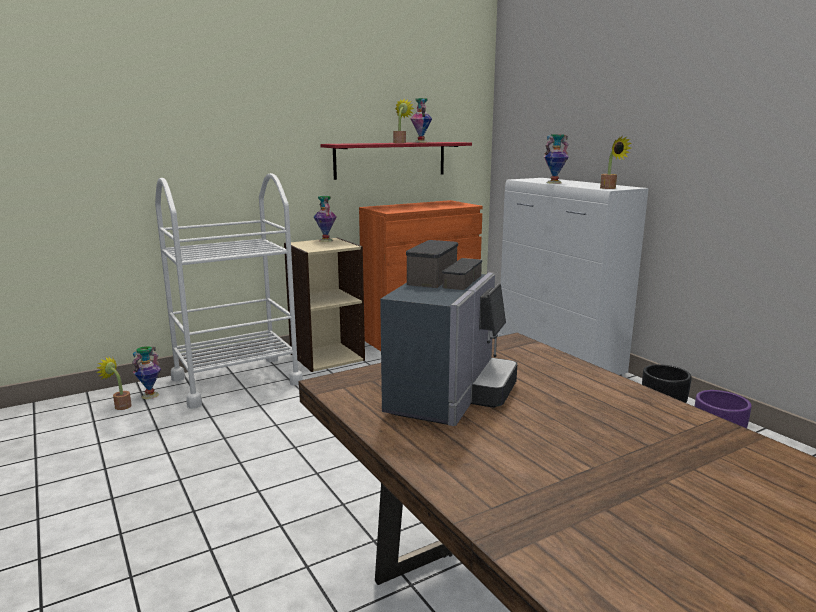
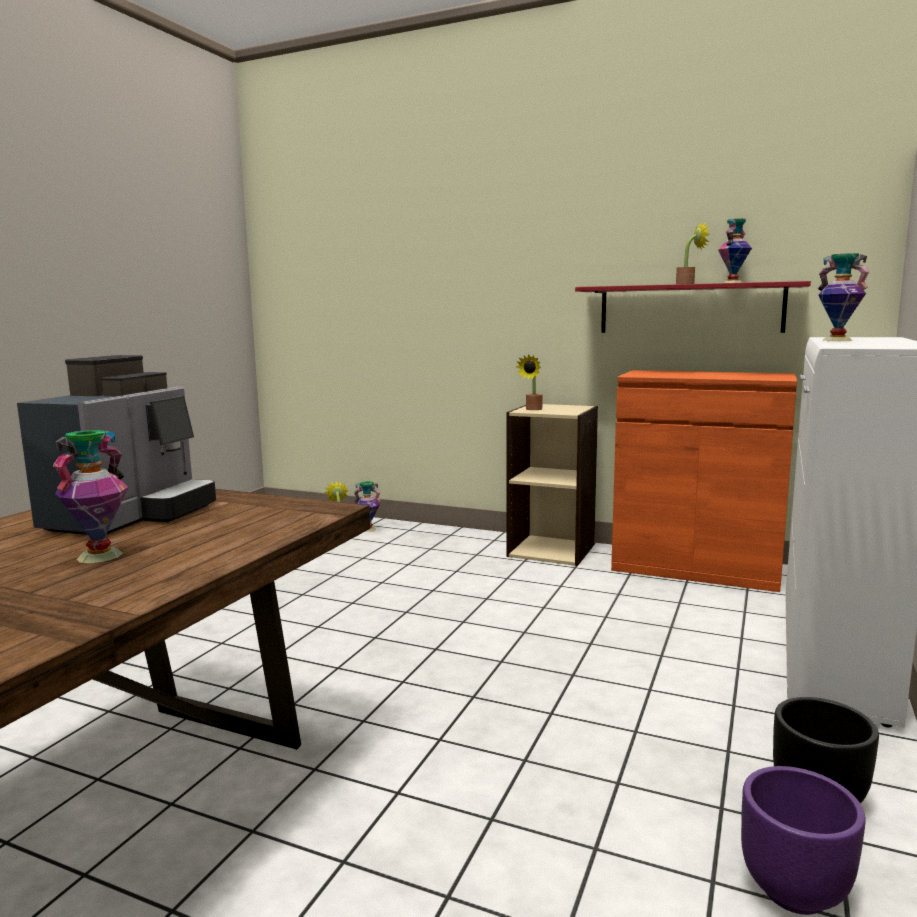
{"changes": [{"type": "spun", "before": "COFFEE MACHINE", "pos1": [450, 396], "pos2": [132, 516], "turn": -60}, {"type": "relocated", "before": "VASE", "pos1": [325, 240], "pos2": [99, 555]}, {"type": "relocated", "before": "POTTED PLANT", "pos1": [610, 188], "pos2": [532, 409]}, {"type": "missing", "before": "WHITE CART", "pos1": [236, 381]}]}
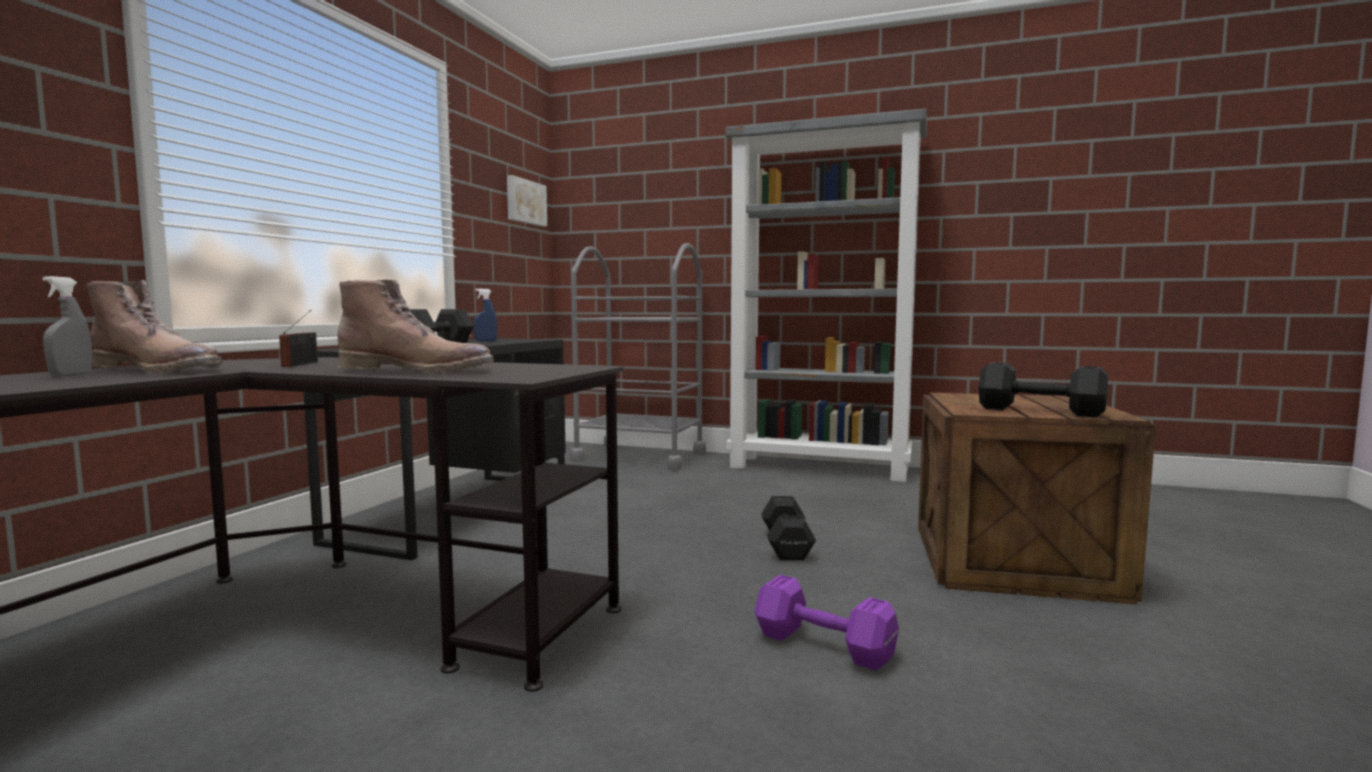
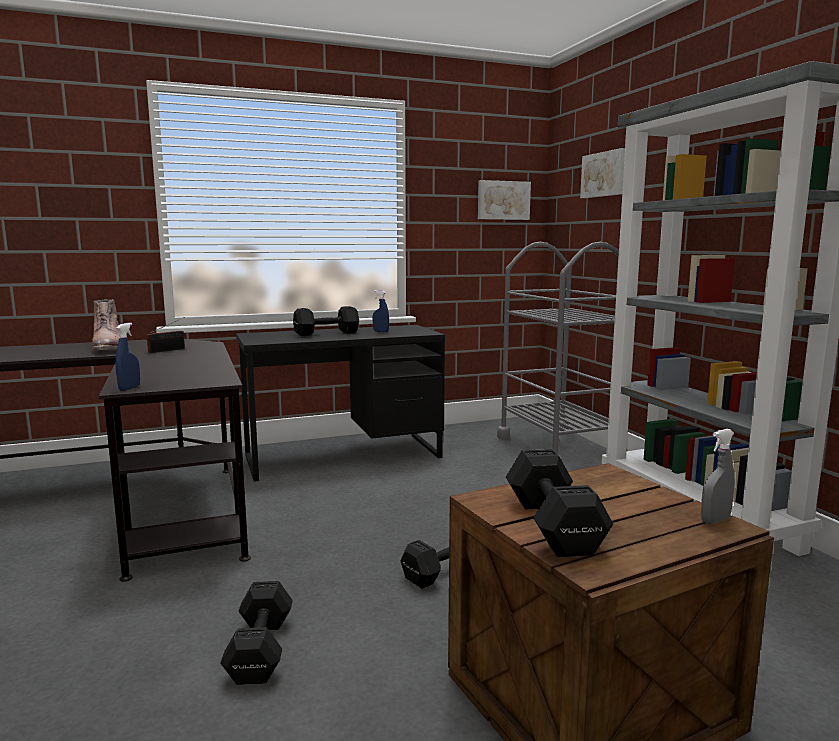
{"changes": [{"type": "appeared", "after": "BLUE SPRAY BOTTLE", "pos2": [129, 388]}, {"type": "colour", "before": "PURPLE DUMBBELL", "after": "BLACK DUMBBELL", "pos1": [826, 647], "pos2": [259, 651]}, {"type": "appeared", "after": "PICTURE", "pos2": [604, 174]}, {"type": "relocated", "before": "GREY SPRAY BOTTLE", "pos1": [71, 374], "pos2": [715, 520]}, {"type": "missing", "before": "BROWN BOOT", "pos1": [418, 370]}]}
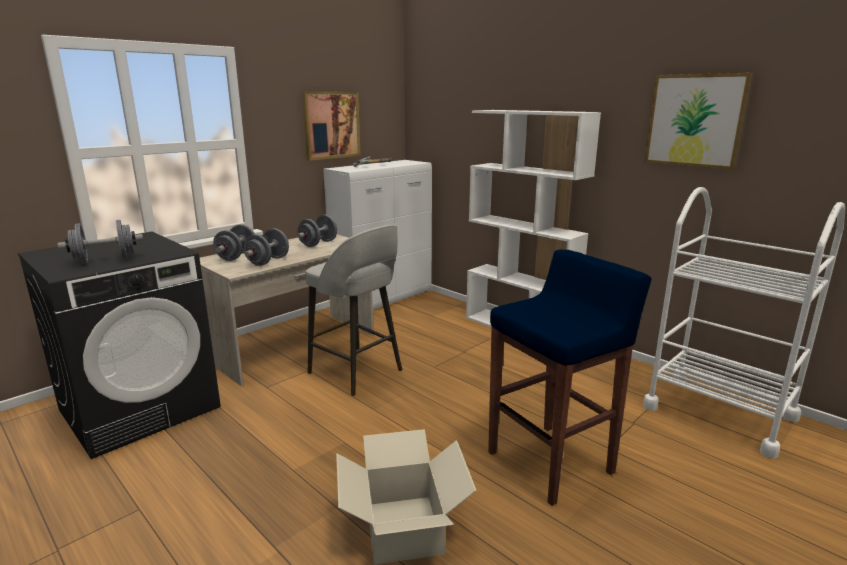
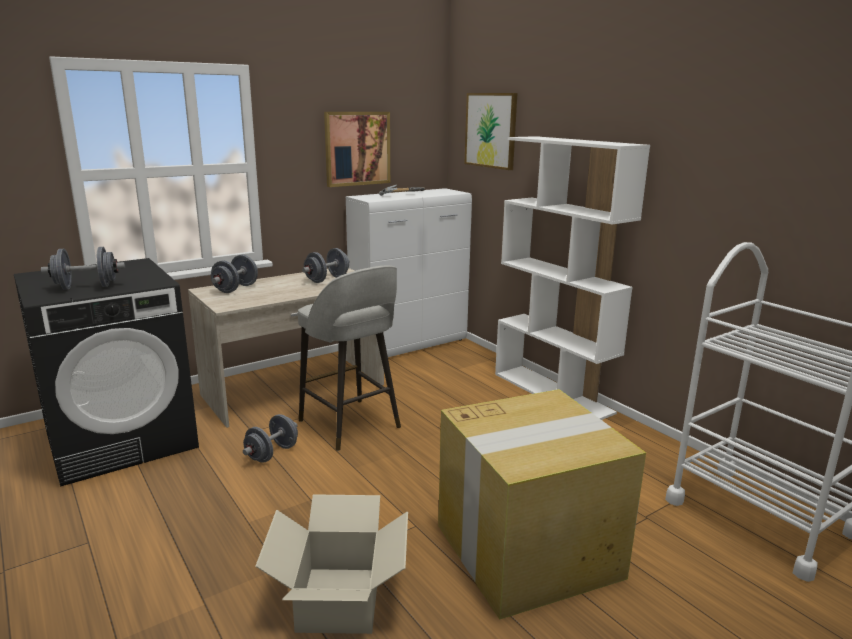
{"changes": [{"type": "relocated", "before": "GREY DUMBBELL", "pos1": [268, 261], "pos2": [272, 453]}, {"type": "exchanged", "before": "BLUE STOOL", "after": "CARDBOARD BOX", "pos1": [551, 462], "pos2": [529, 550]}, {"type": "relocated", "before": "PICTURE", "pos1": [695, 120], "pos2": [491, 130]}]}
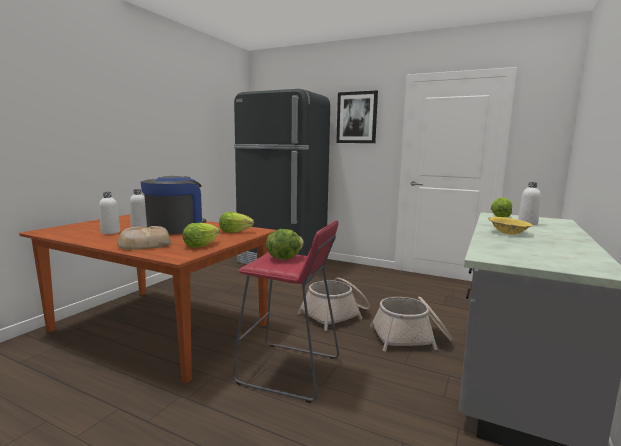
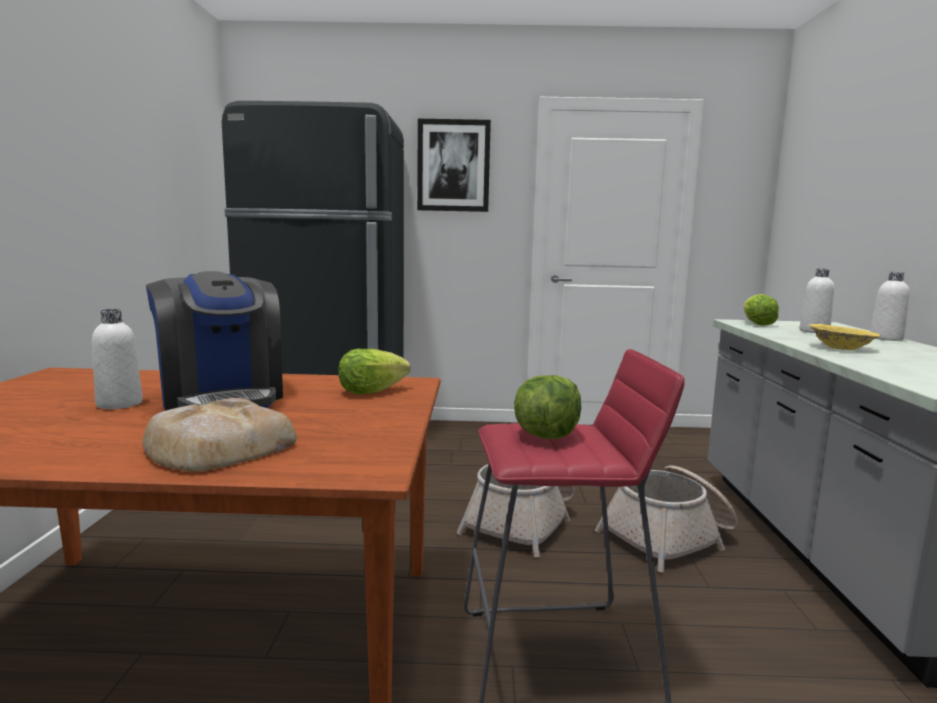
{"changes": [{"type": "spun", "before": "COFFEE MACHINE", "pos1": [176, 228], "pos2": [222, 397], "turn": 150}, {"type": "relocated", "before": "WHITE BOTTLE", "pos1": [110, 232], "pos2": [886, 338]}, {"type": "missing", "before": "LETTUCE", "pos1": [200, 246]}]}
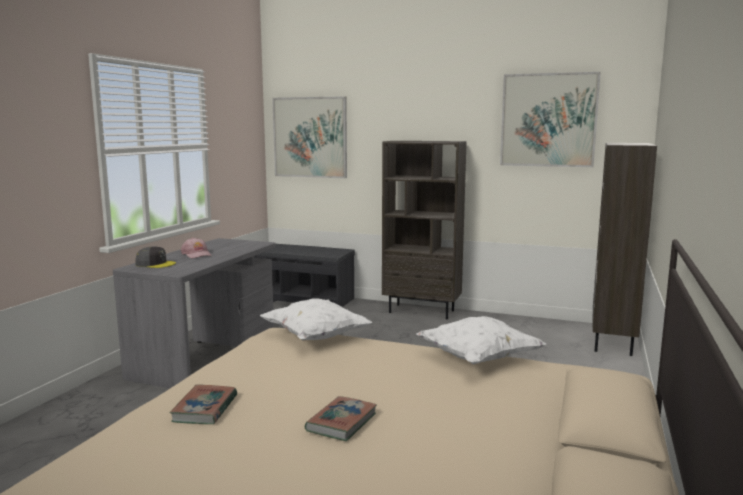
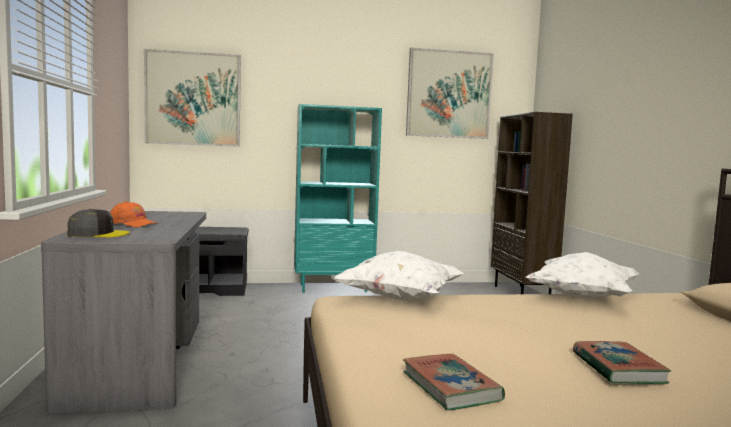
{"changes": [{"type": "colour", "before": "PINK CAP", "after": "ORANGE CAP", "pos1": [196, 254], "pos2": [133, 224]}, {"type": "colour", "before": "BROWN BOOKCASE", "after": "TURQUOISE BOOKCASE", "pos1": [422, 311], "pos2": [333, 288]}]}
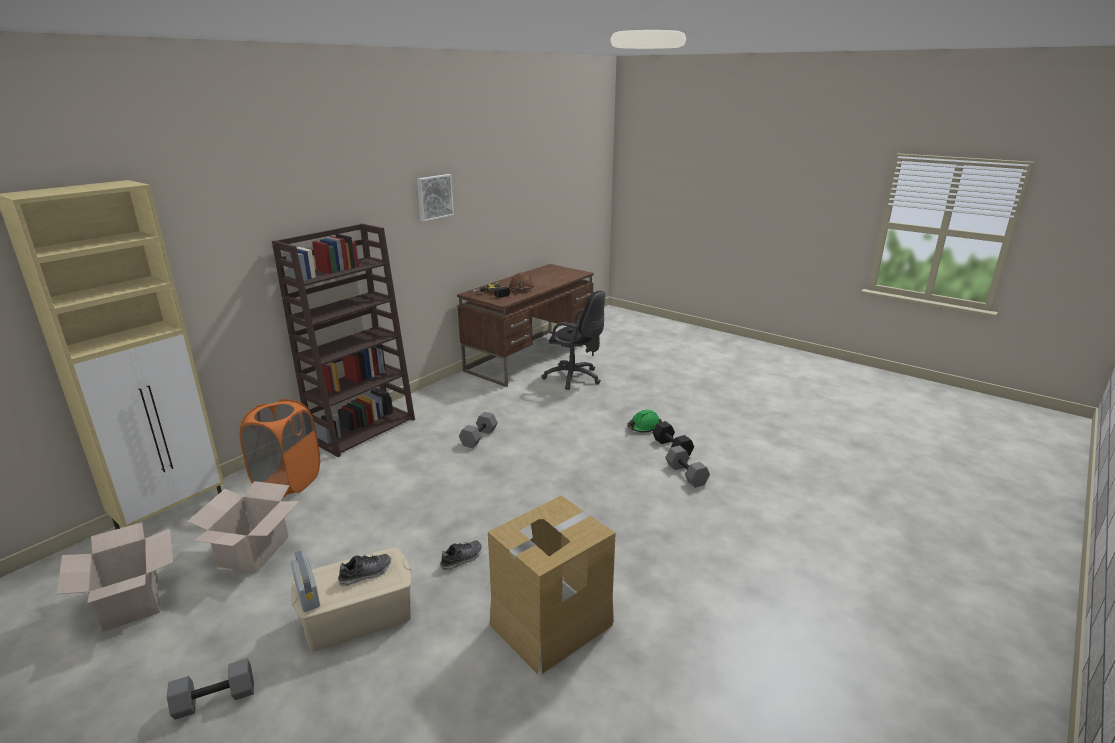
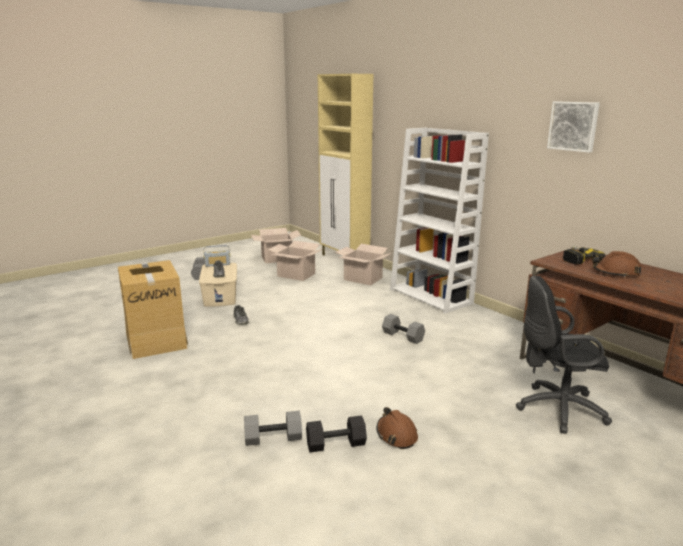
{"changes": [{"type": "exchanged", "before": "ORANGE LAUNDRY BASKET", "after": "CARDBOARD BOX", "pos1": [288, 482], "pos2": [363, 279]}, {"type": "colour", "before": "GREEN HARD HAT", "after": "BROWN HARD HAT", "pos1": [643, 427], "pos2": [396, 435]}, {"type": "colour", "before": "BROWN BOOKCASE", "after": "WHITE BOOKCASE", "pos1": [363, 429], "pos2": [431, 296]}, {"type": "spun", "before": "BLACK OFFICE CHAIR", "pos1": [575, 378], "pos2": [555, 409], "turn": 45}]}
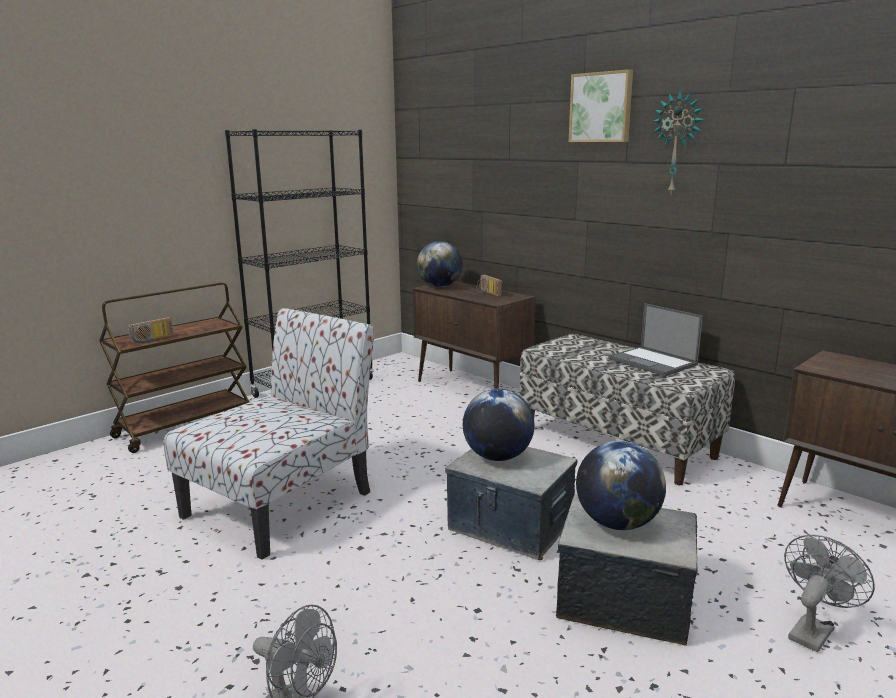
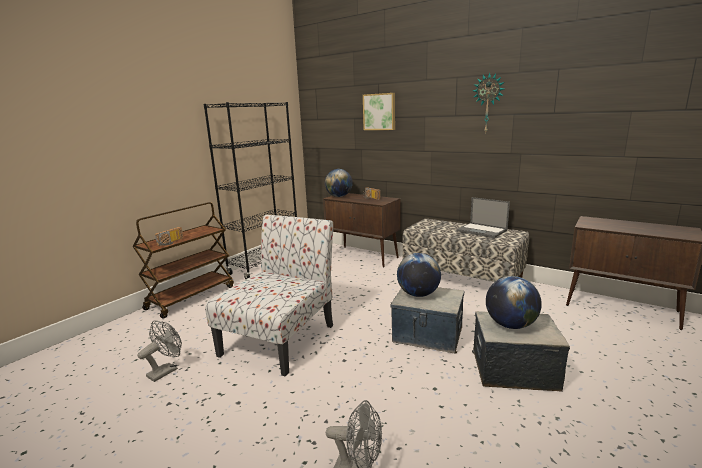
{"changes": [{"type": "relocated", "before": "GREY FAN", "pos1": [813, 630], "pos2": [166, 370]}, {"type": "relocated", "before": "PICTURE", "pos1": [601, 107], "pos2": [379, 112]}]}
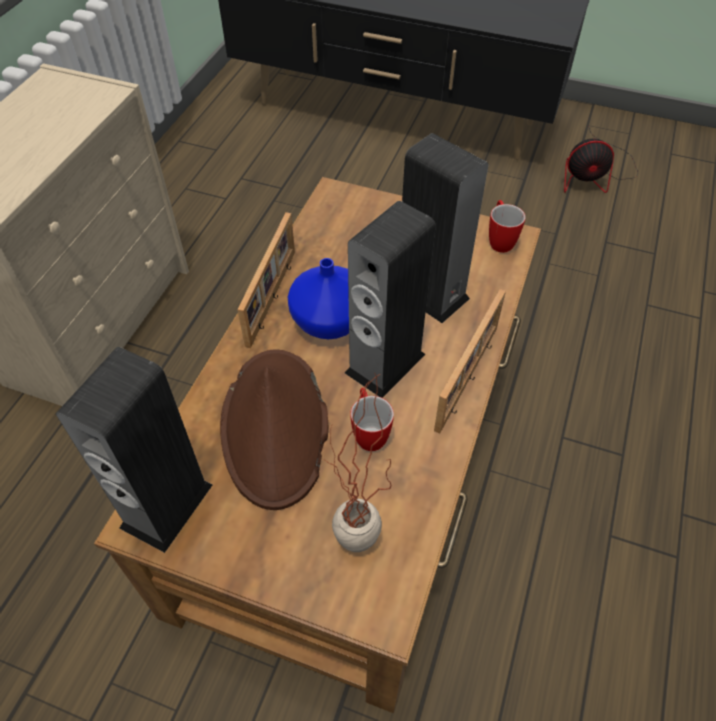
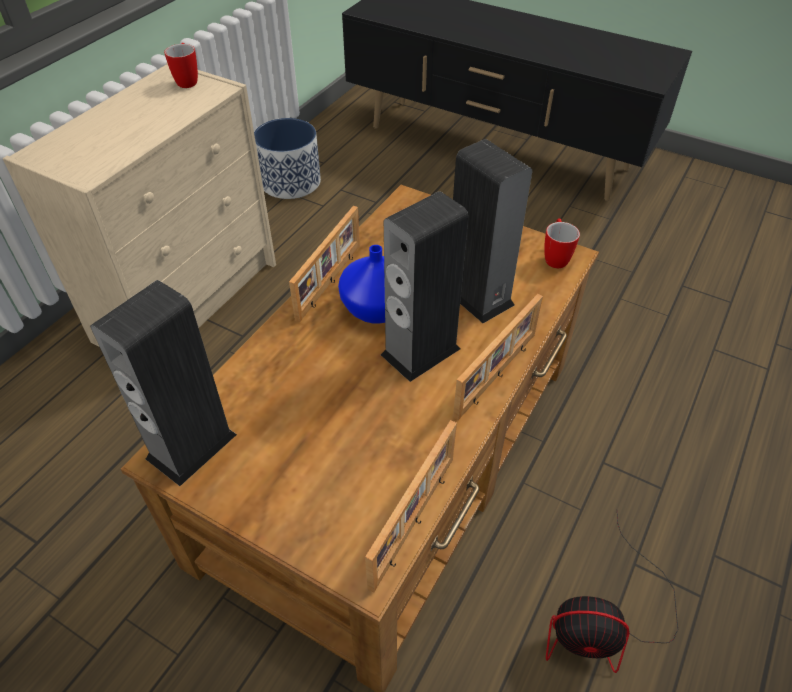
{"changes": [{"type": "relocated", "before": "MUG", "pos1": [369, 432], "pos2": [188, 80]}, {"type": "appeared", "after": "PLANTER", "pos2": [291, 182]}, {"type": "appeared", "after": "PICTURE FRAME", "pos2": [415, 521]}, {"type": "relocated", "before": "FAN", "pos1": [594, 175], "pos2": [605, 623]}, {"type": "missing", "before": "BROWN HAT", "pos1": [275, 428]}, {"type": "missing", "before": "POTTED PLANT", "pos1": [356, 554]}]}
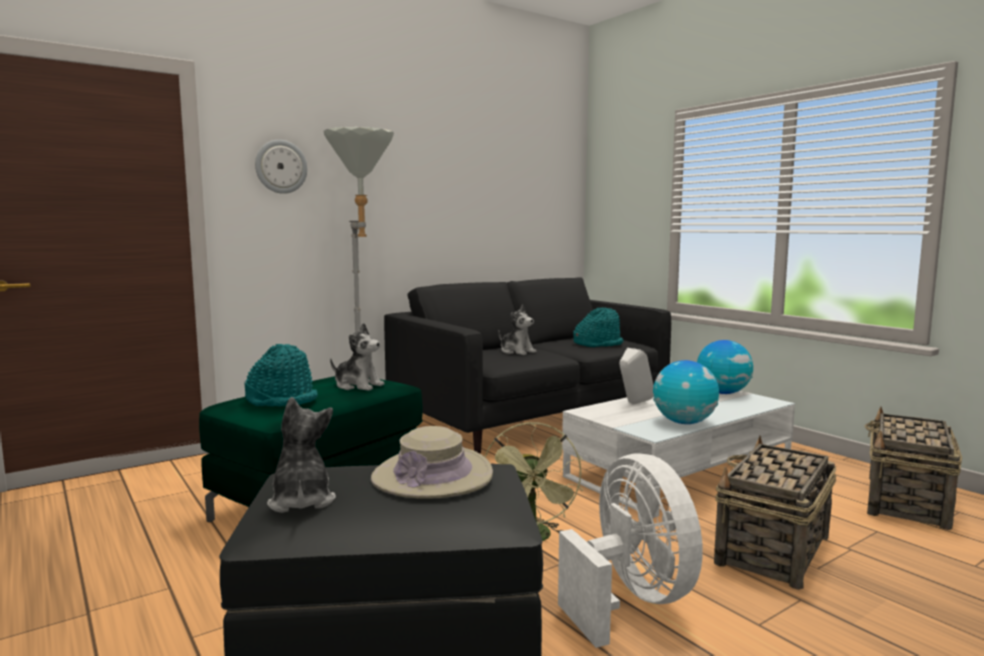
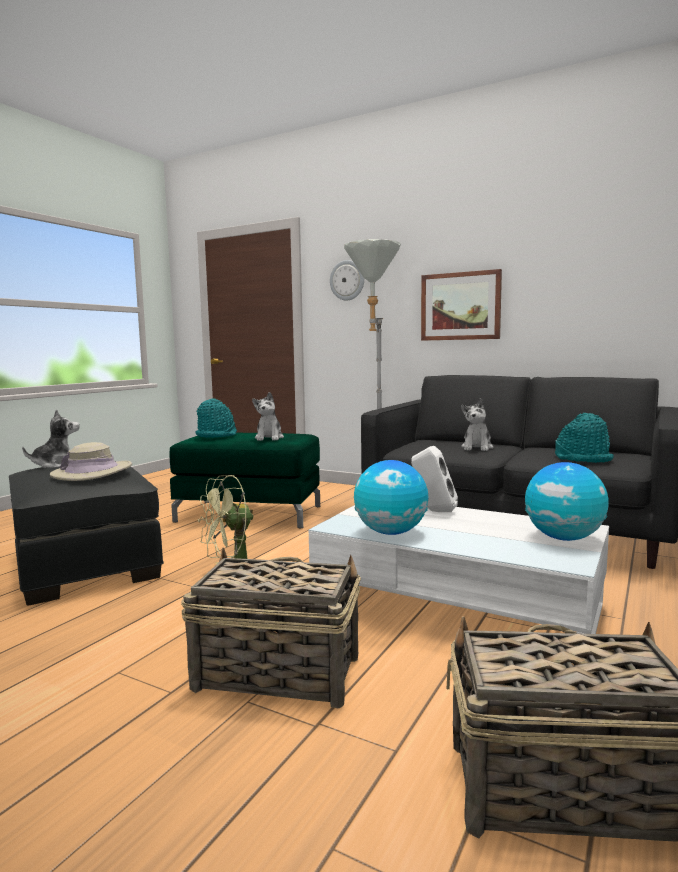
{"changes": [{"type": "appeared", "after": "PICTURE", "pos2": [460, 306]}, {"type": "missing", "before": "WHITE FAN", "pos1": [630, 600]}]}
